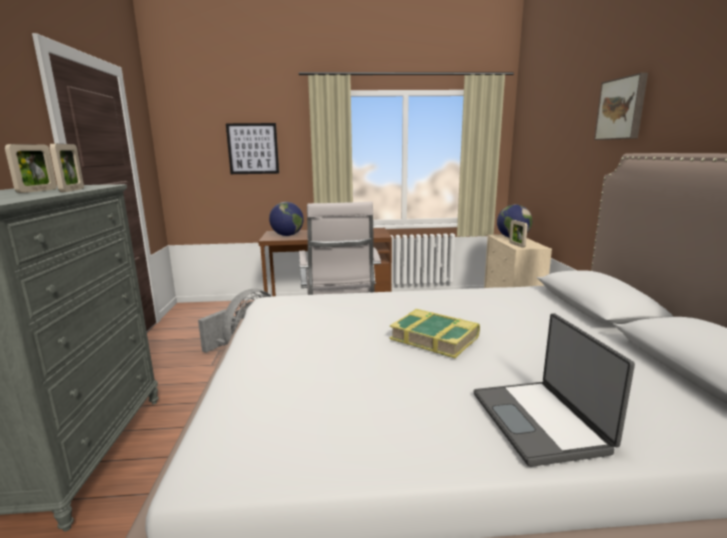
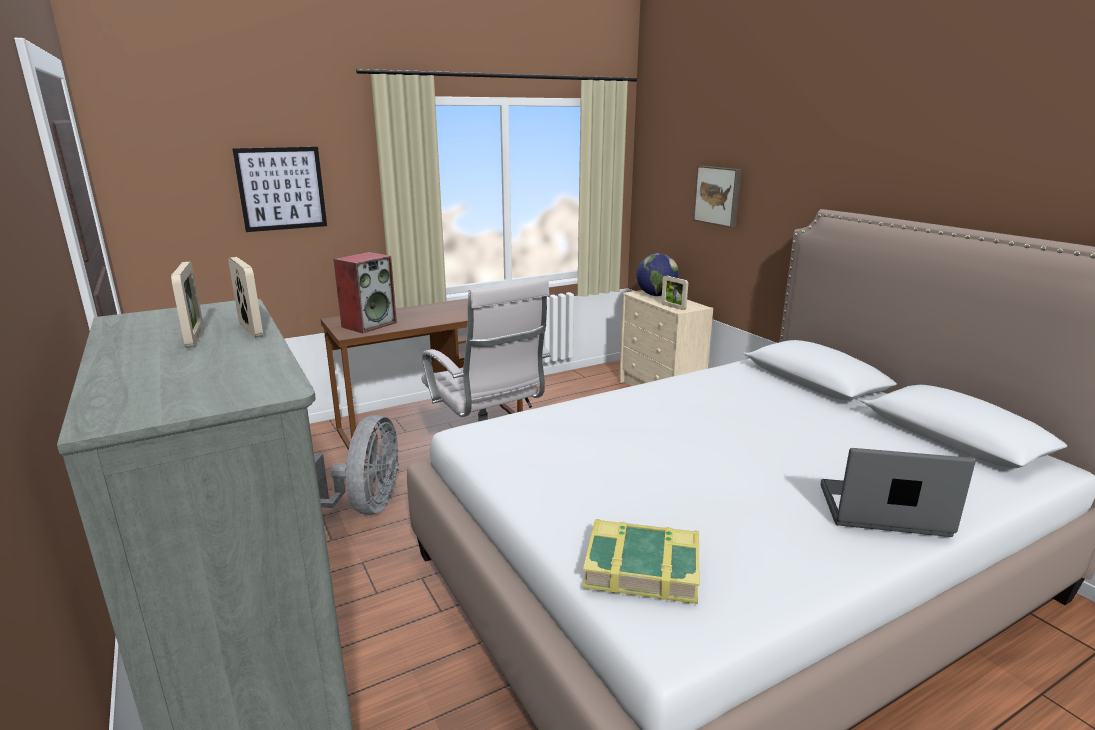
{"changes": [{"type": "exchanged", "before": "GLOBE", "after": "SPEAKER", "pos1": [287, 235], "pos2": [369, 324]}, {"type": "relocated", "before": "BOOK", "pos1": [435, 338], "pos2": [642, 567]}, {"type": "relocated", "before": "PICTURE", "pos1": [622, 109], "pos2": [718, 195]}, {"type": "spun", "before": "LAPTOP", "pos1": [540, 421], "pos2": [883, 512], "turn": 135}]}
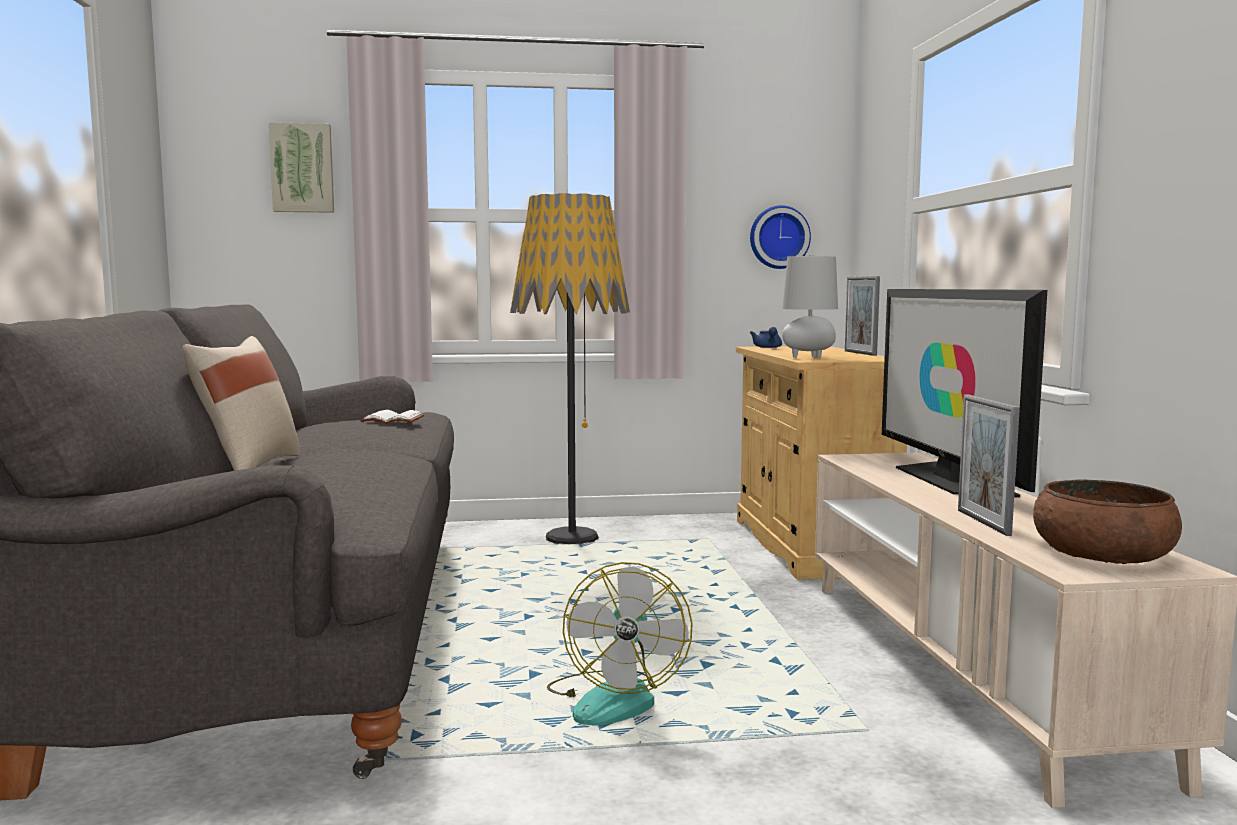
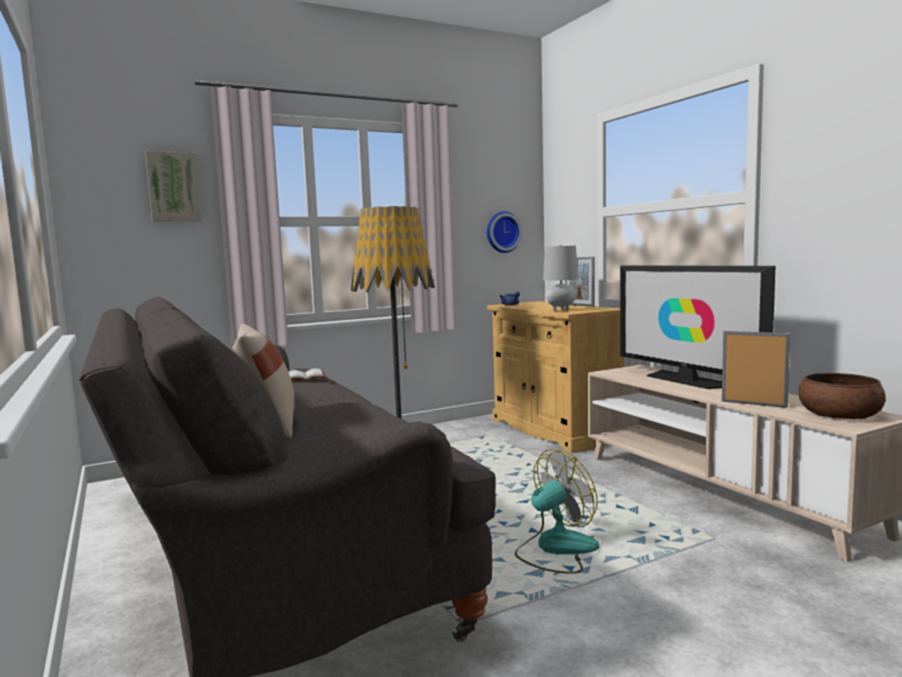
{"changes": [{"type": "spun", "before": "FAN", "pos1": [615, 697], "pos2": [555, 549], "turn": -105}, {"type": "spun", "before": "PICTURE FRAME", "pos1": [983, 522], "pos2": [753, 404], "turn": 150}]}
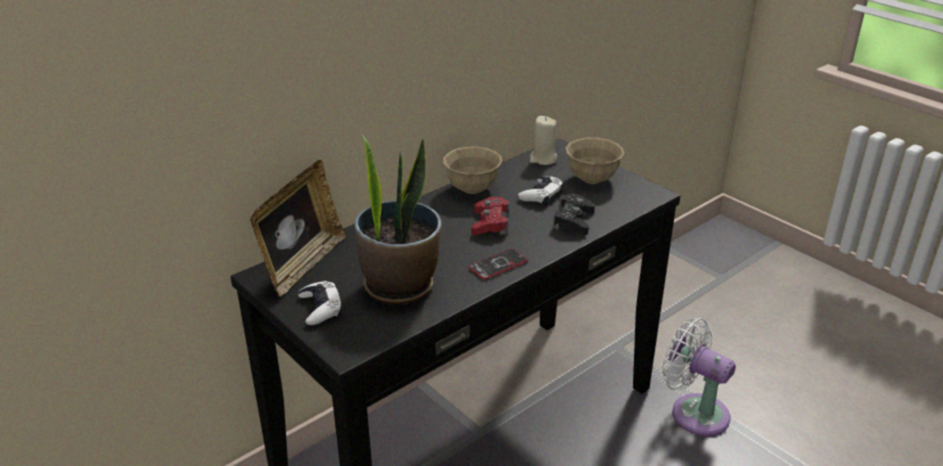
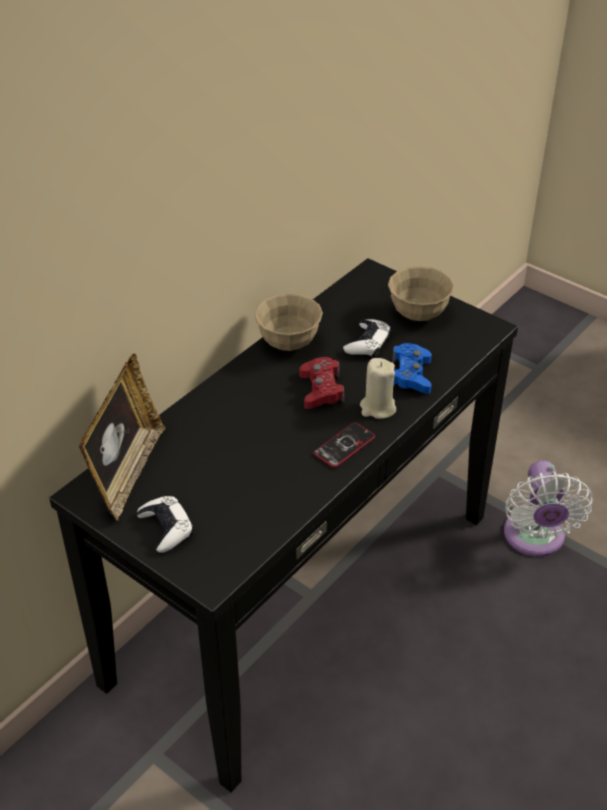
{"changes": [{"type": "relocated", "before": "BEIGE CANDLE", "pos1": [543, 159], "pos2": [377, 408]}, {"type": "colour", "before": "BLACK GAME CONTROLLER", "after": "BLUE GAME CONTROLLER", "pos1": [573, 220], "pos2": [411, 375]}, {"type": "spun", "before": "WHITE FAN", "pos1": [694, 412], "pos2": [534, 539], "turn": -120}, {"type": "missing", "before": "POTTED PLANT", "pos1": [400, 285]}]}
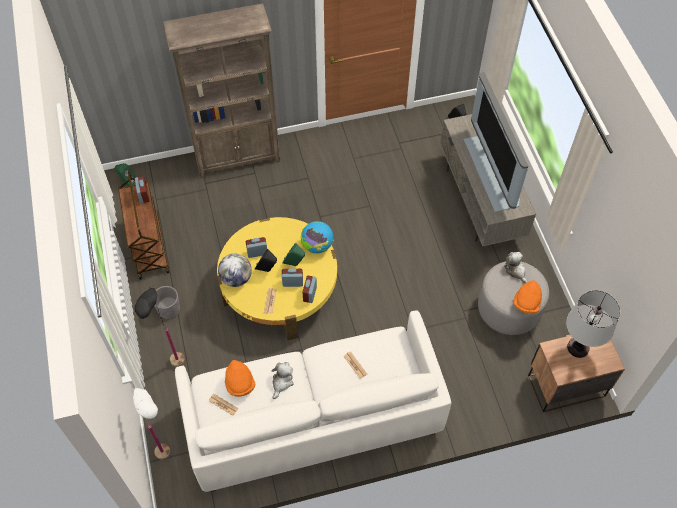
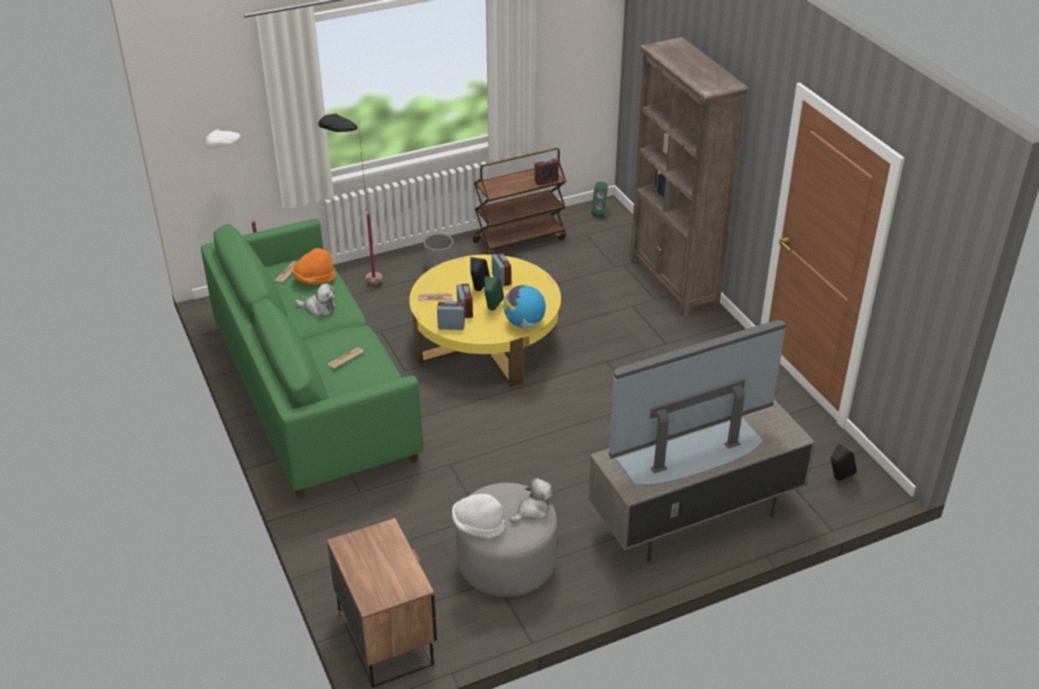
{"changes": [{"type": "colour", "before": "WHITE SOFA", "after": "GREEN SOFA", "pos1": [313, 418], "pos2": [312, 391]}, {"type": "colour", "before": "ORANGE HAT", "after": "WHITE HAT", "pos1": [526, 303], "pos2": [478, 525]}, {"type": "missing", "before": "GLOBE", "pos1": [236, 278]}, {"type": "missing", "before": "TABLE LAMP", "pos1": [578, 347]}]}
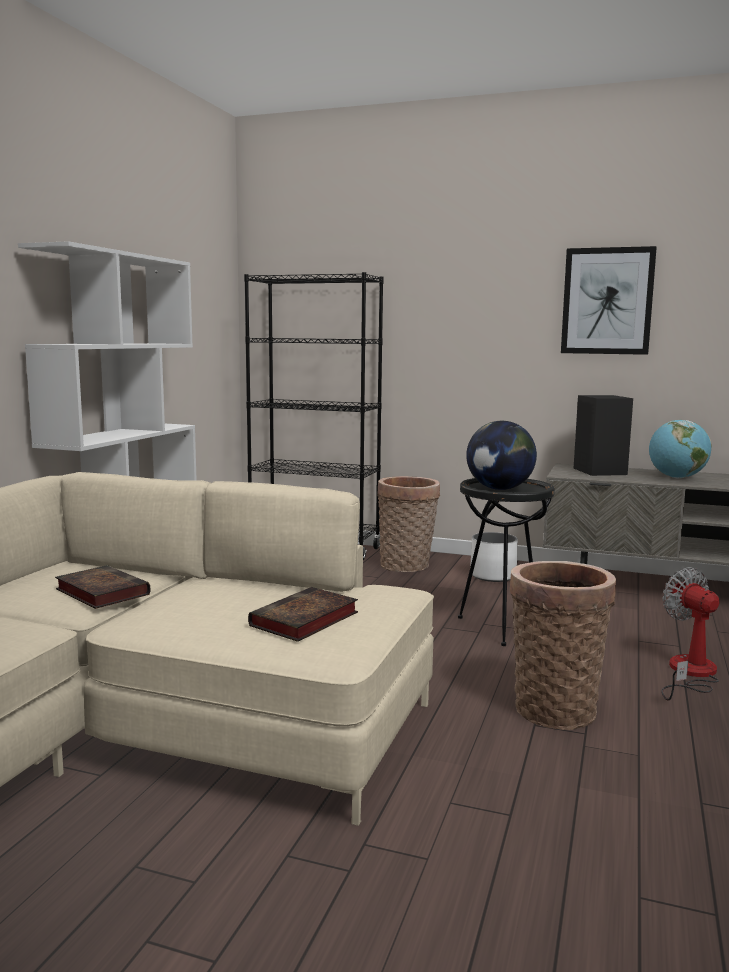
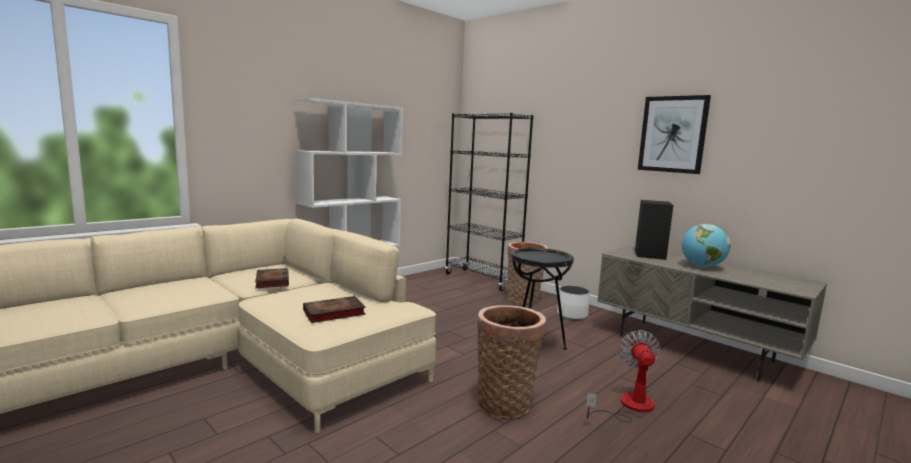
{"changes": [{"type": "missing", "before": "GLOBE", "pos1": [499, 489]}]}
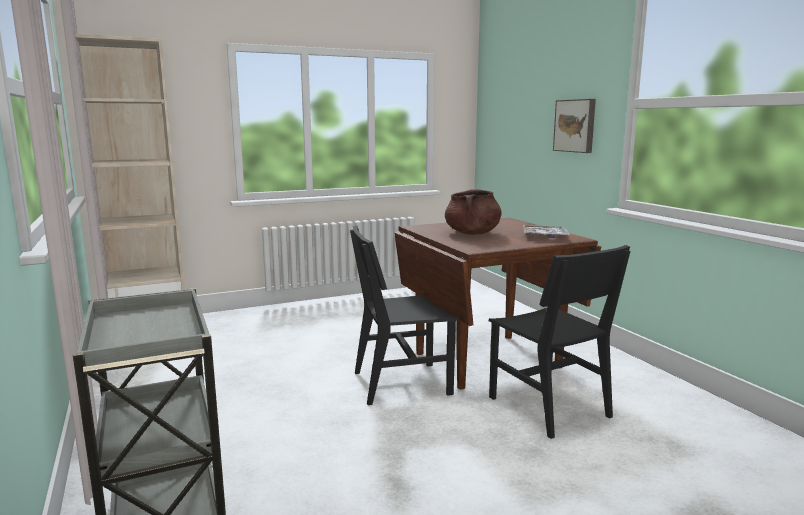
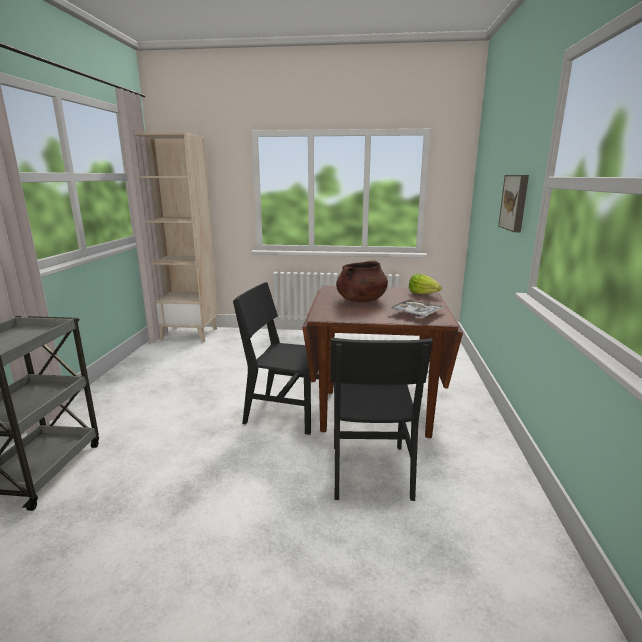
{"changes": [{"type": "appeared", "after": "LETTUCE", "pos2": [423, 294]}]}
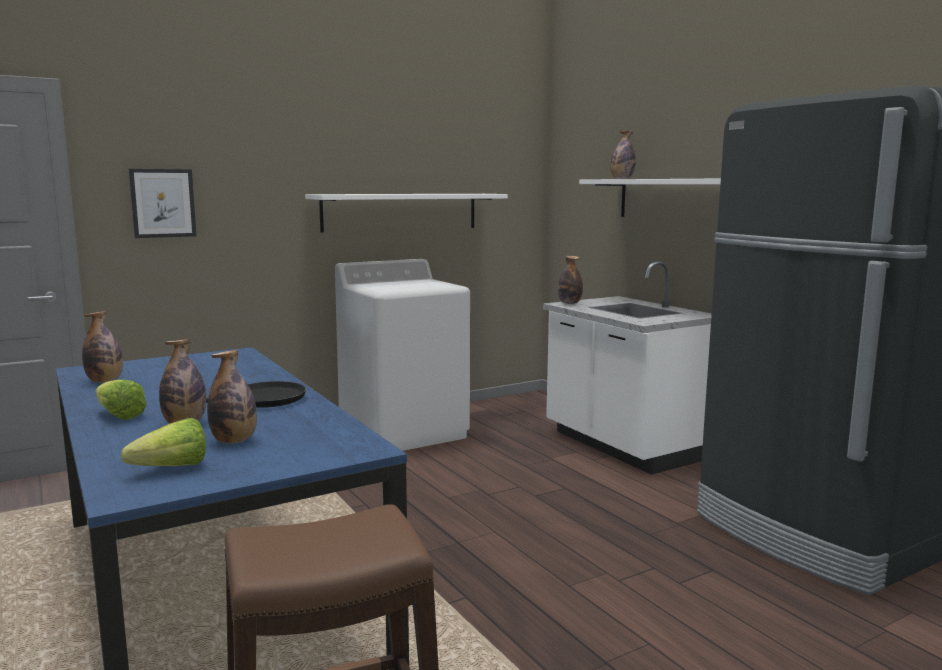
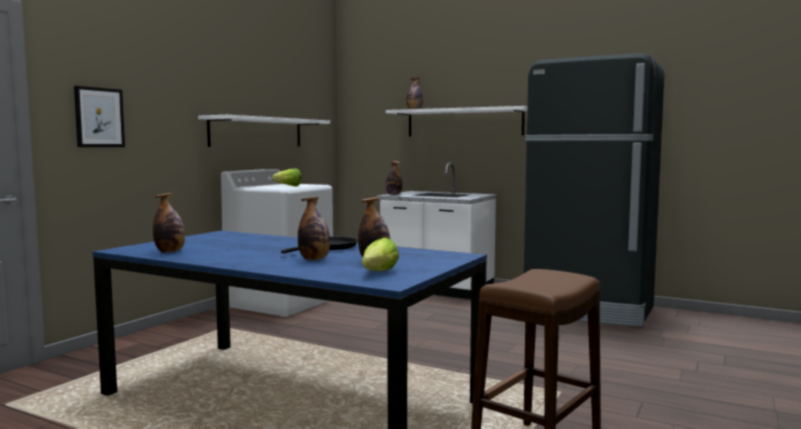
{"changes": [{"type": "relocated", "before": "LETTUCE", "pos1": [118, 414], "pos2": [286, 186]}]}
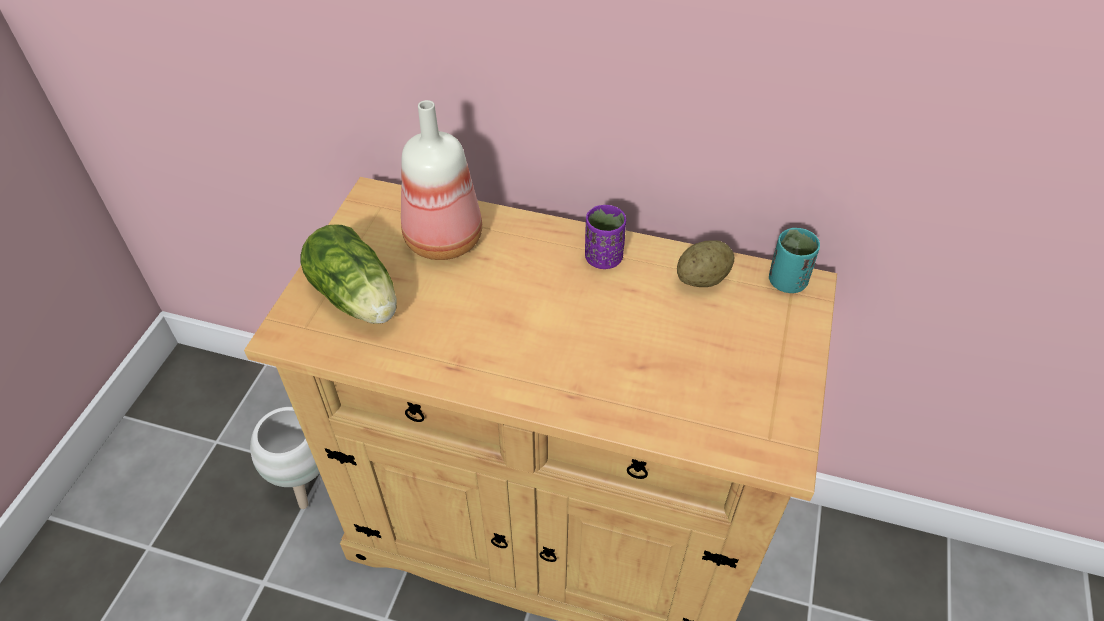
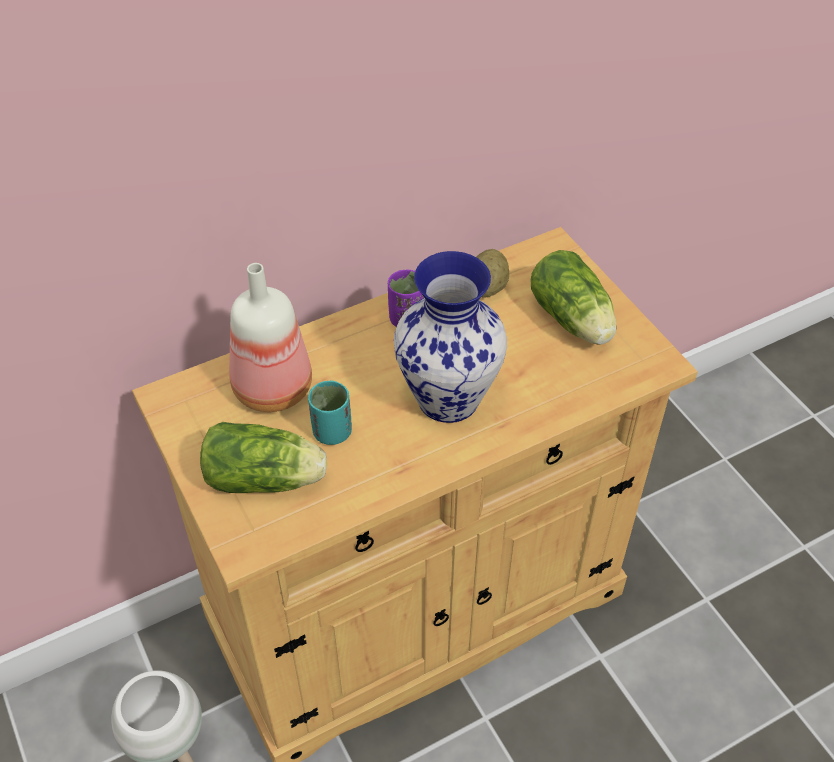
{"changes": [{"type": "relocated", "before": "TURQUOISE CUP", "pos1": [787, 281], "pos2": [332, 432]}, {"type": "appeared", "after": "VASE", "pos2": [449, 400]}, {"type": "appeared", "after": "LETTUCE", "pos2": [573, 321]}]}
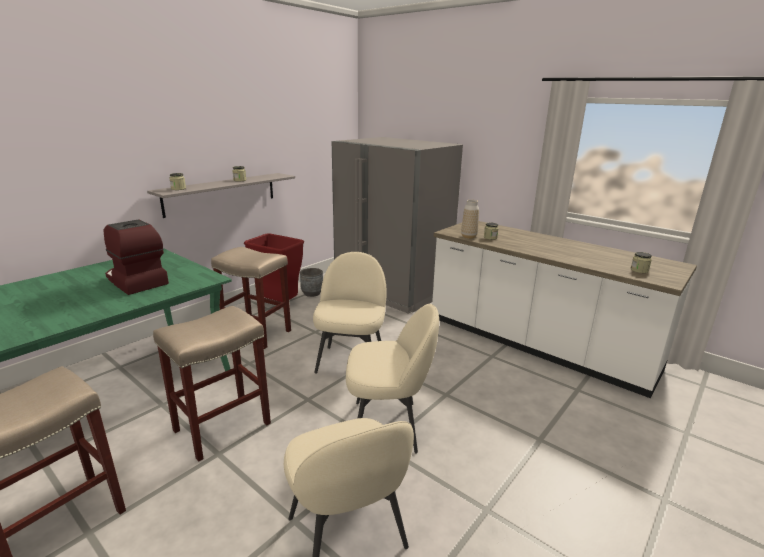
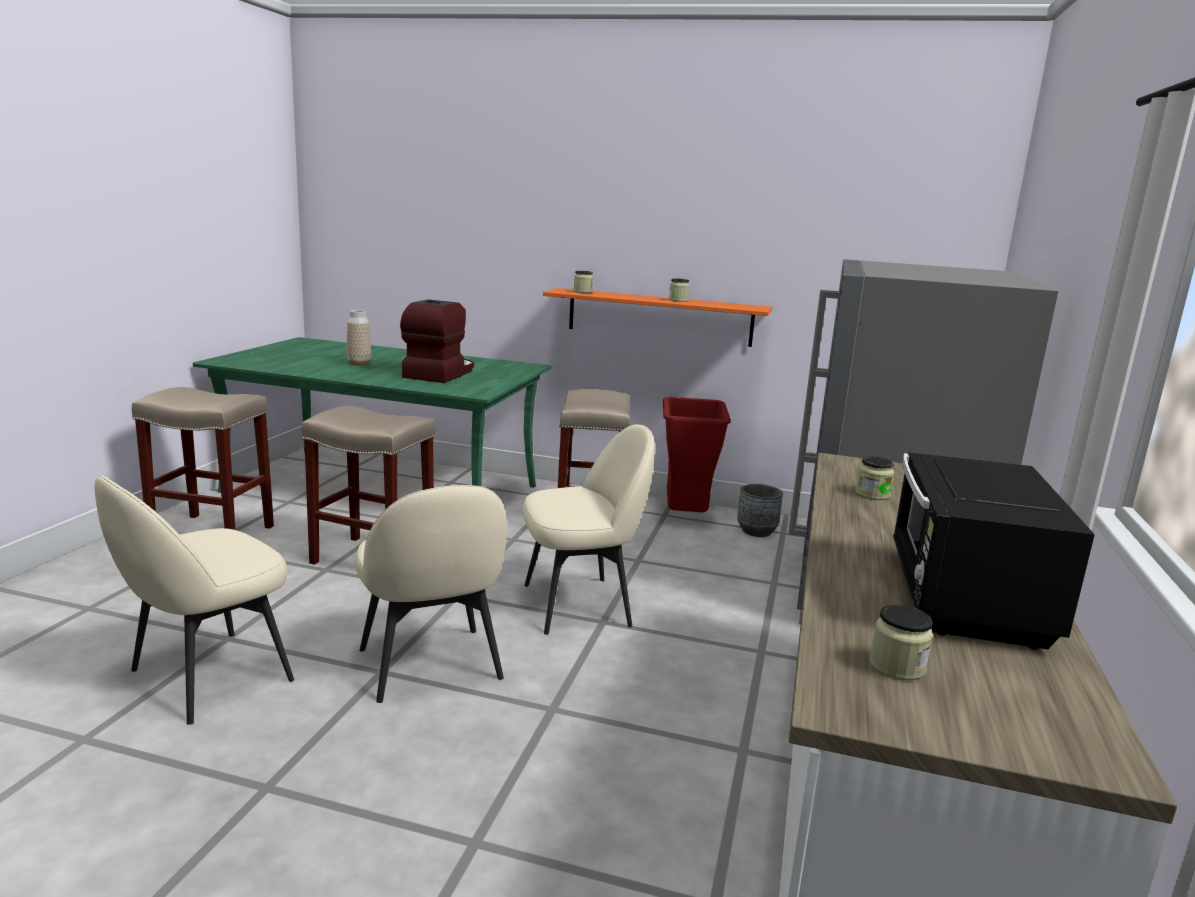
{"changes": [{"type": "relocated", "before": "VASE", "pos1": [468, 237], "pos2": [359, 364]}, {"type": "colour", "before": "GREY SHELF", "after": "ORANGE SHELF", "pos1": [221, 194], "pos2": [659, 317]}, {"type": "appeared", "after": "BLACK MICROWAVE", "pos2": [964, 600]}]}
